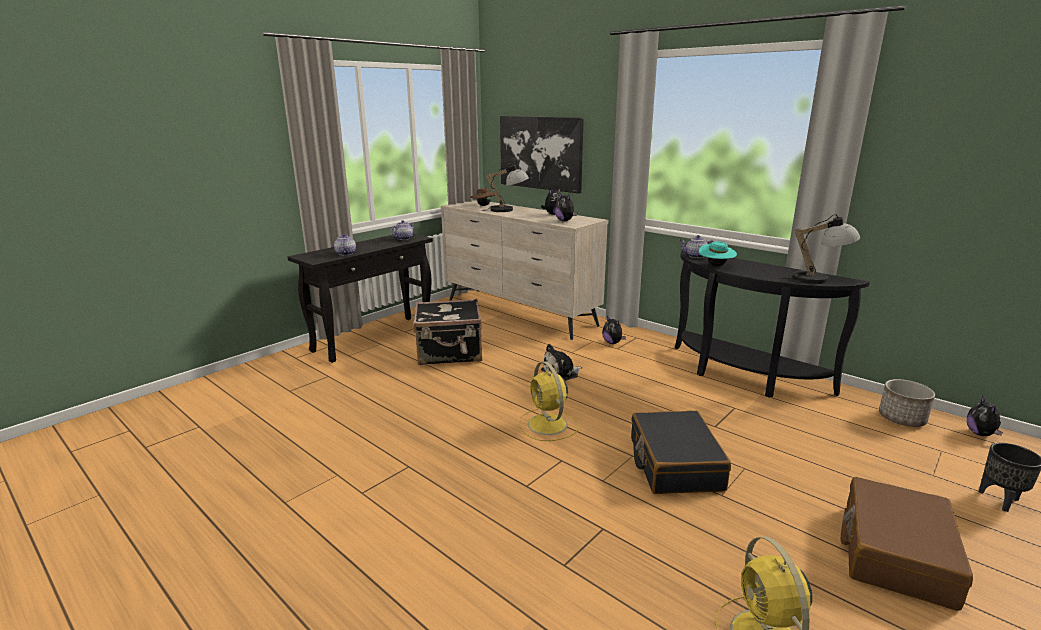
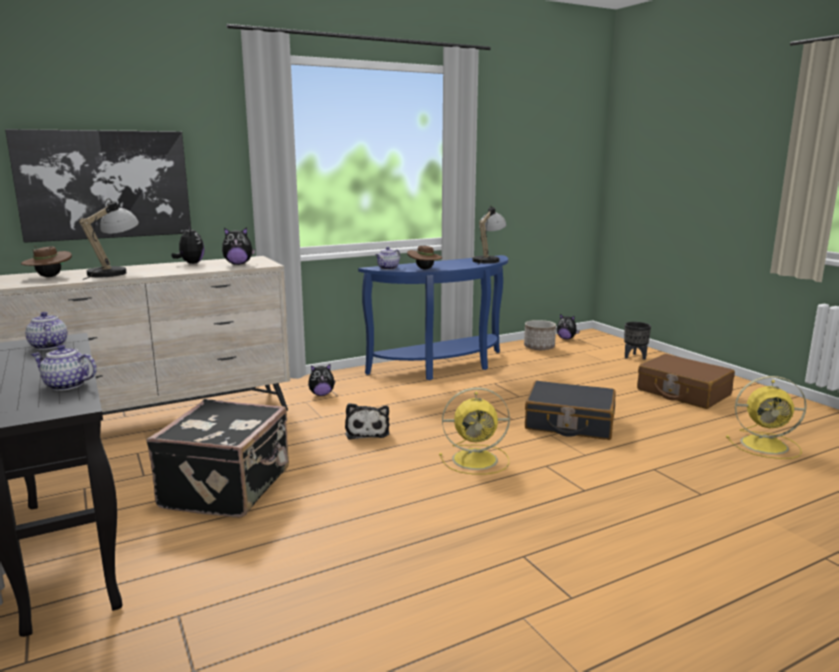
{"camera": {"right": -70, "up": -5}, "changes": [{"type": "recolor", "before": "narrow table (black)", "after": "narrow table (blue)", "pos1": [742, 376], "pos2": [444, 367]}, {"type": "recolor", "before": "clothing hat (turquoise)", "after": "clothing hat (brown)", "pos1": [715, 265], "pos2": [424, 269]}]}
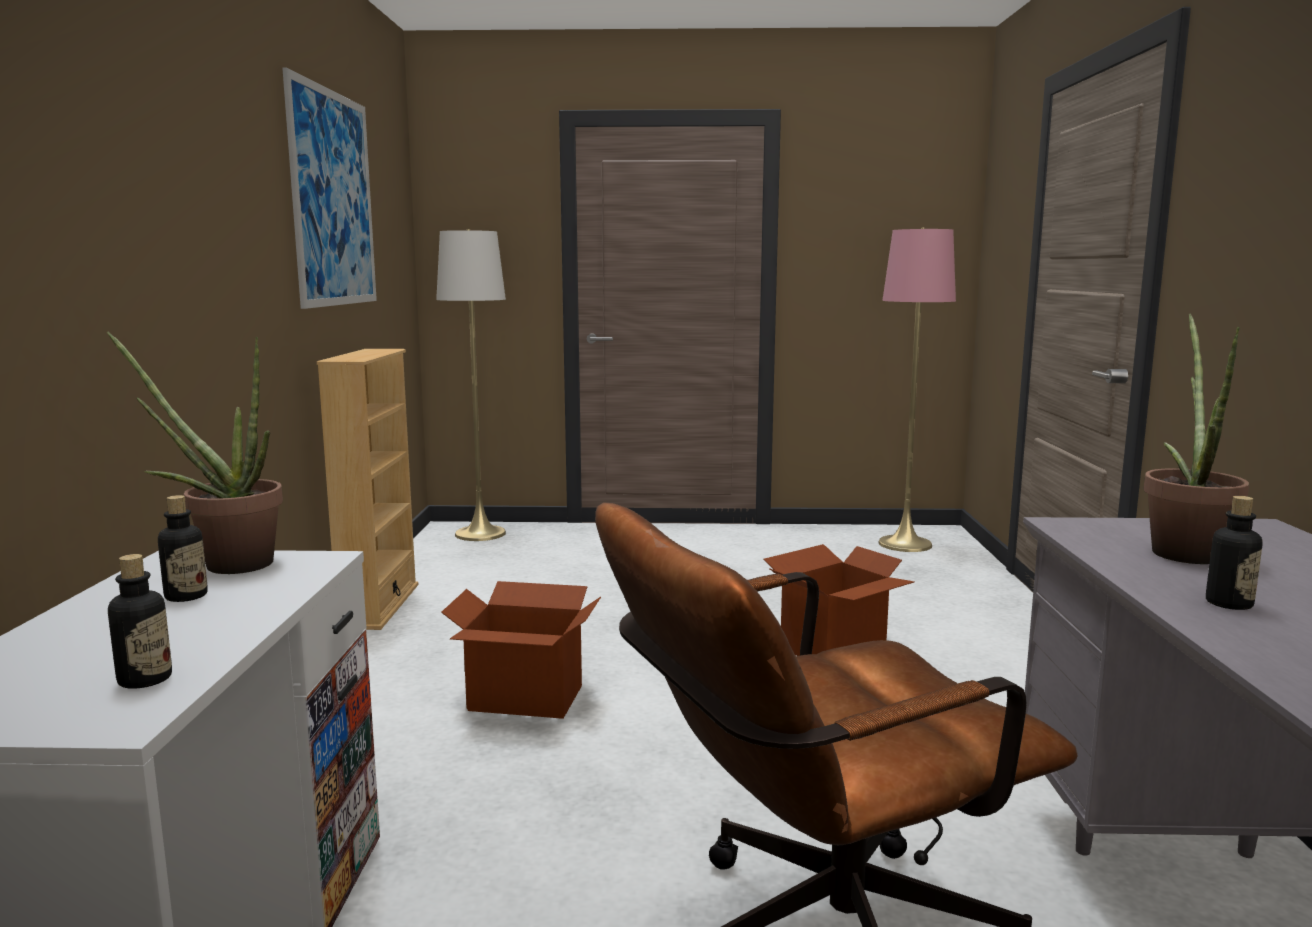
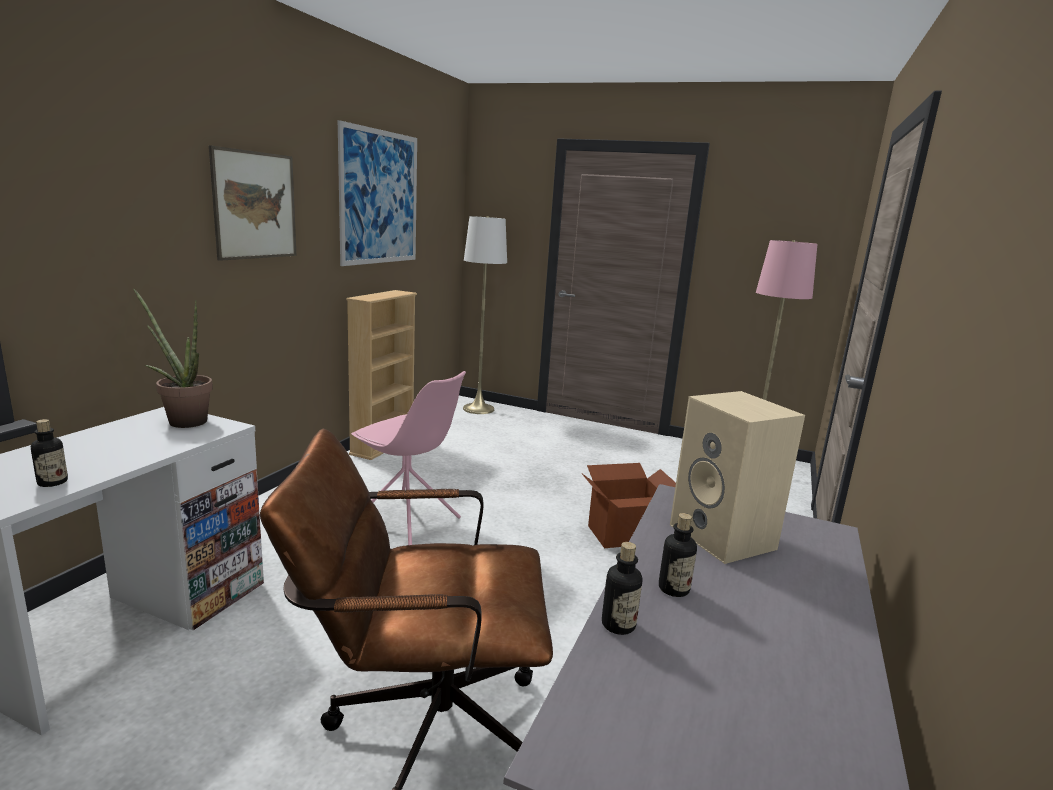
{"camera": {"right": 20, "up": 5}, "changes": [{"type": "insert", "after": "picture", "pos2": [255, 205]}, {"type": "move", "before": "beverage bottle", "pos1": [186, 596], "pos2": [618, 625]}, {"type": "replace", "before": "packing box", "after": "chair (pinkish)", "pos1": [525, 699], "pos2": [407, 522]}, {"type": "replace", "before": "plant in a pot", "after": "audio speaker (sand-coloured)", "pos1": [1183, 550], "pos2": [725, 537]}]}
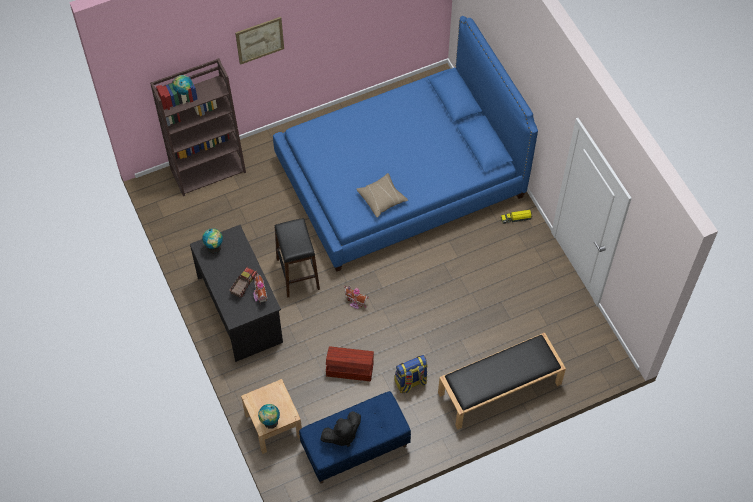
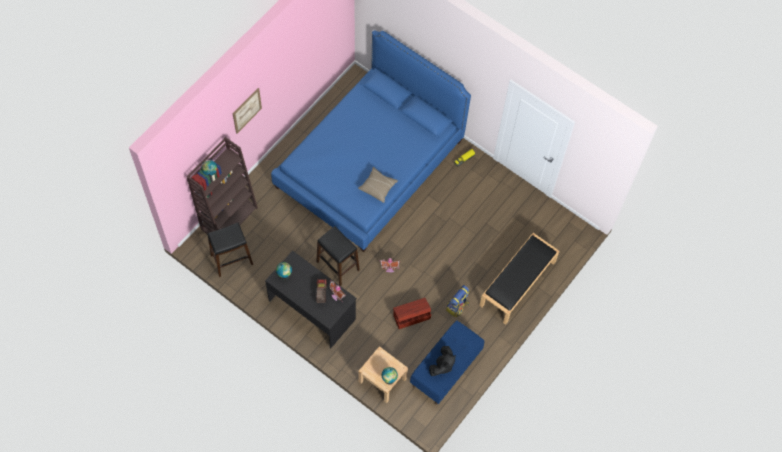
{"camera": {"right": -30, "up": 5}, "changes": [{"type": "insert", "after": "stool seat (black)", "pos2": [232, 259]}]}
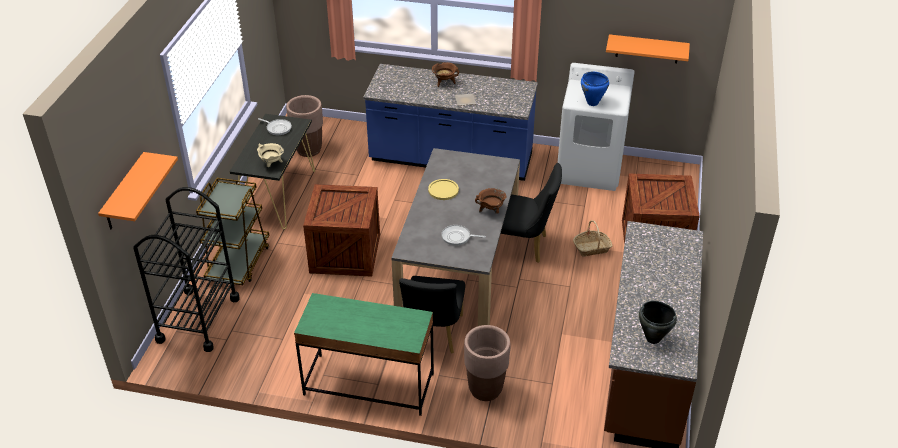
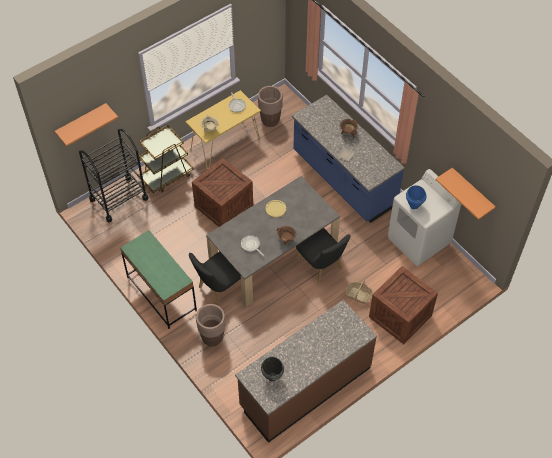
{"camera": {"right": 40, "up": 15}, "changes": [{"type": "recolor", "before": "narrow table (black)", "after": "narrow table (yellowish)", "pos1": [279, 196], "pos2": [225, 144]}]}
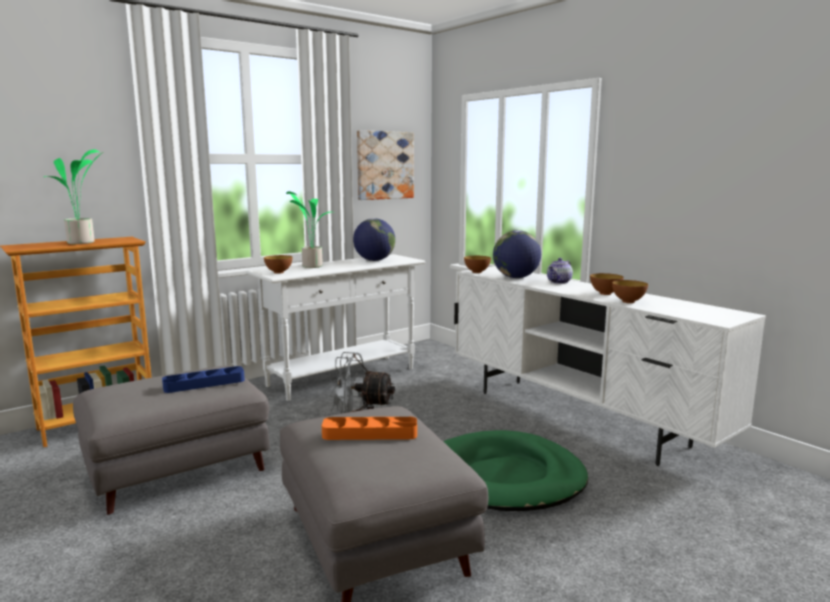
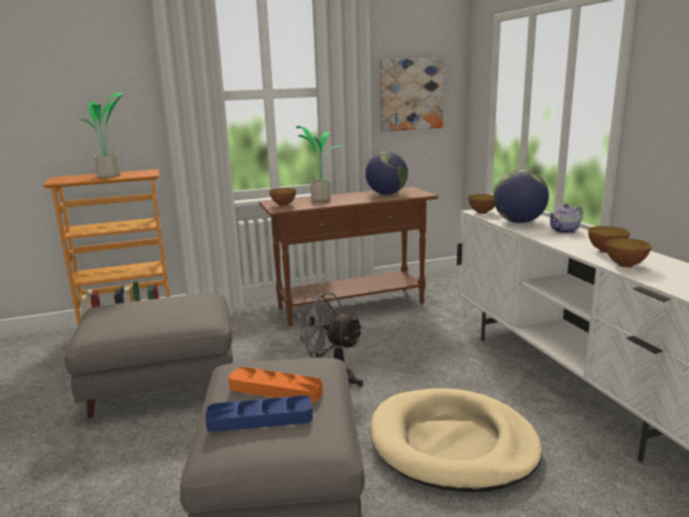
{"camera": {"right": 20, "up": 5}, "changes": [{"type": "move", "before": "serving tray (blue)", "pos1": [204, 383], "pos2": [260, 419]}, {"type": "recolor", "before": "narrow table (white)", "after": "narrow table (brown)", "pos1": [343, 377], "pos2": [352, 306]}, {"type": "recolor", "before": "dog bed (green-coloured)", "after": "dog bed (sand-coloured)", "pos1": [507, 477], "pos2": [452, 444]}]}
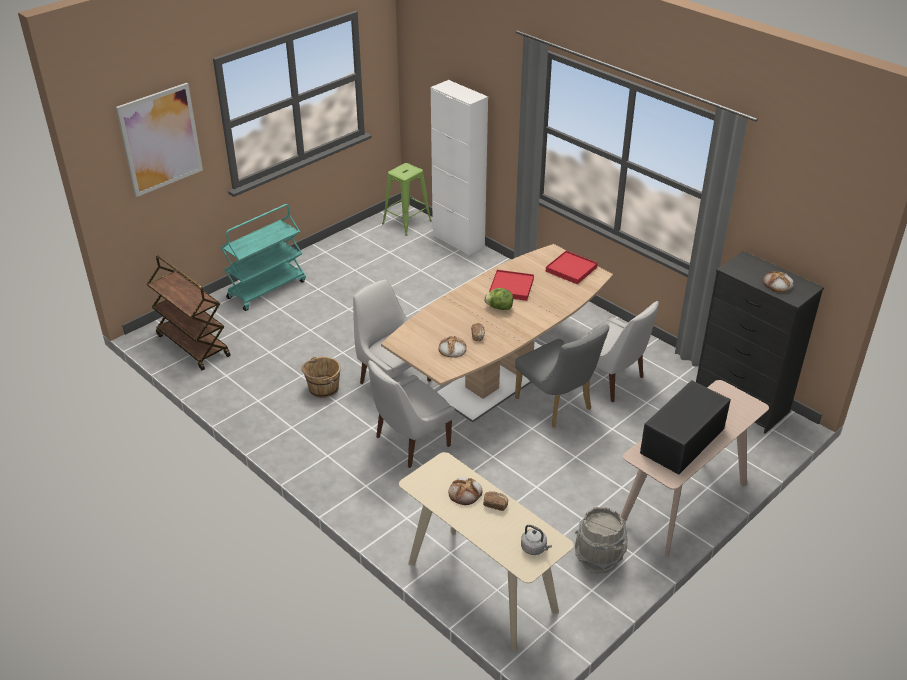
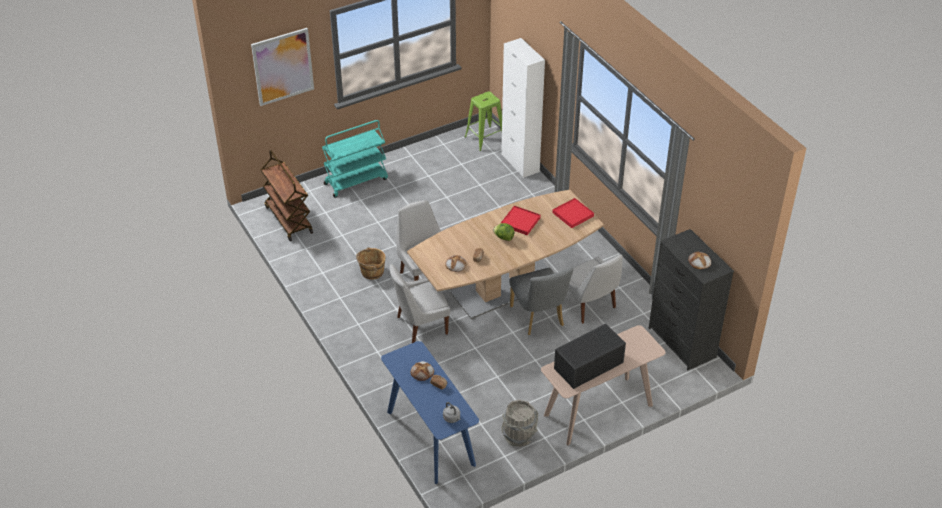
{"camera": {"right": 15, "up": 5}, "changes": [{"type": "recolor", "before": "narrow table (sand-coloured)", "after": "narrow table (blue)", "pos1": [481, 587], "pos2": [430, 438]}]}
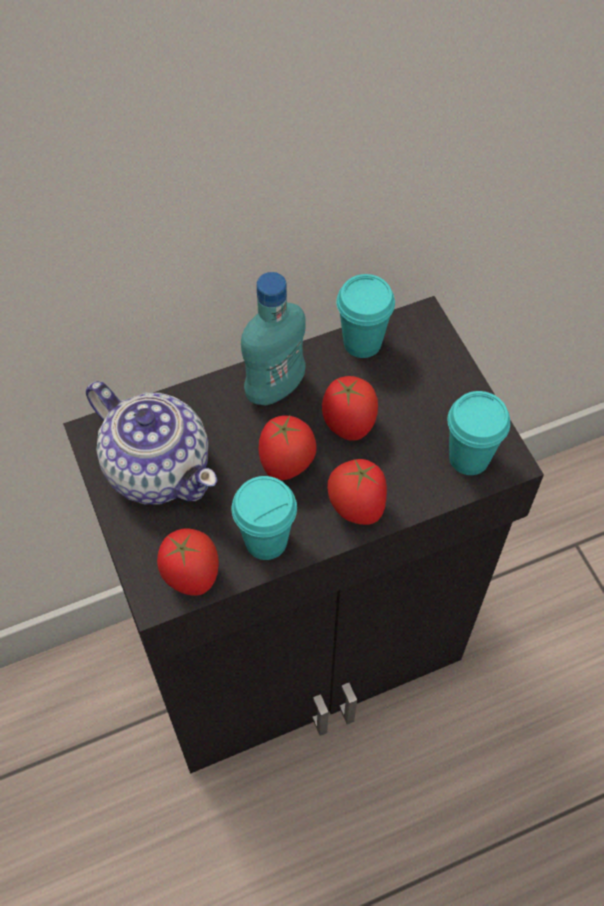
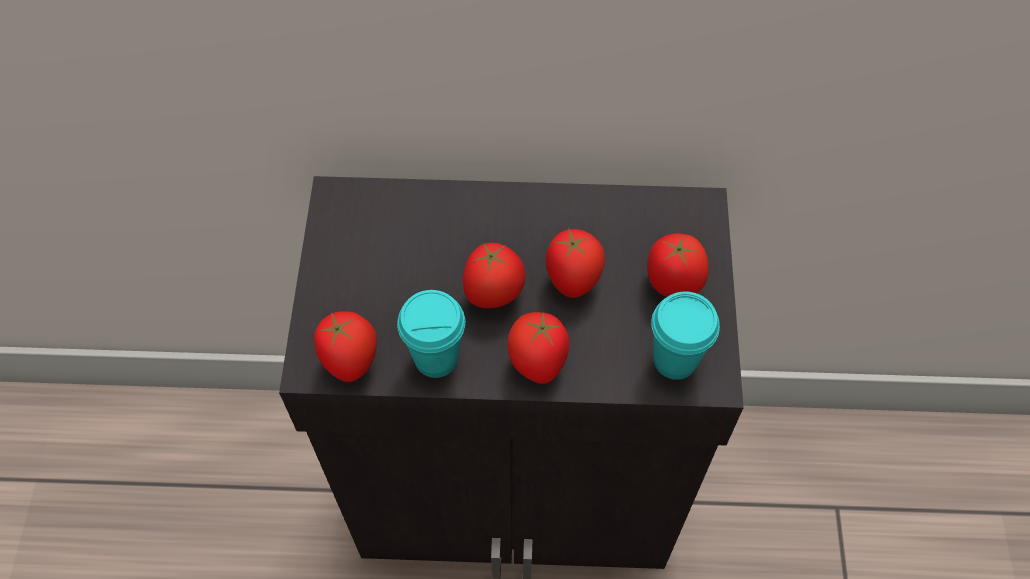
{"camera": {"right": 25, "up": 0}, "changes": [{"type": "delete", "before": "teapot", "pos1": [158, 467]}, {"type": "delete", "before": "beverage bottle (turquoise)", "pos1": [275, 388]}, {"type": "delete", "before": "drinking cup (turquoise)", "pos1": [362, 342]}, {"type": "insert", "after": "tomato", "pos2": [672, 284]}]}
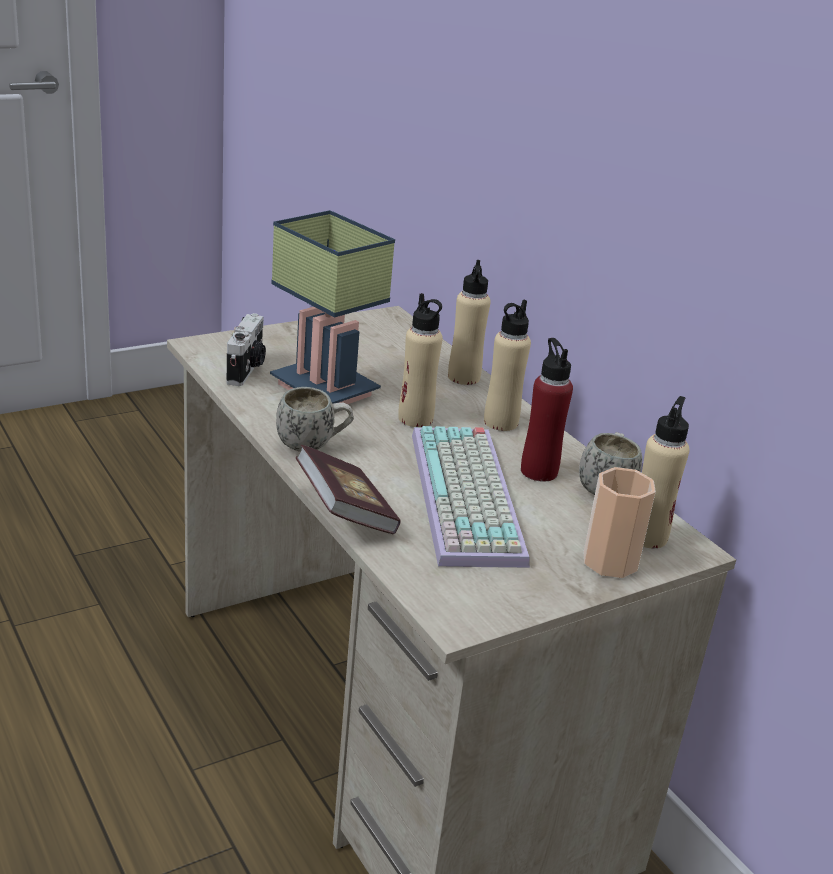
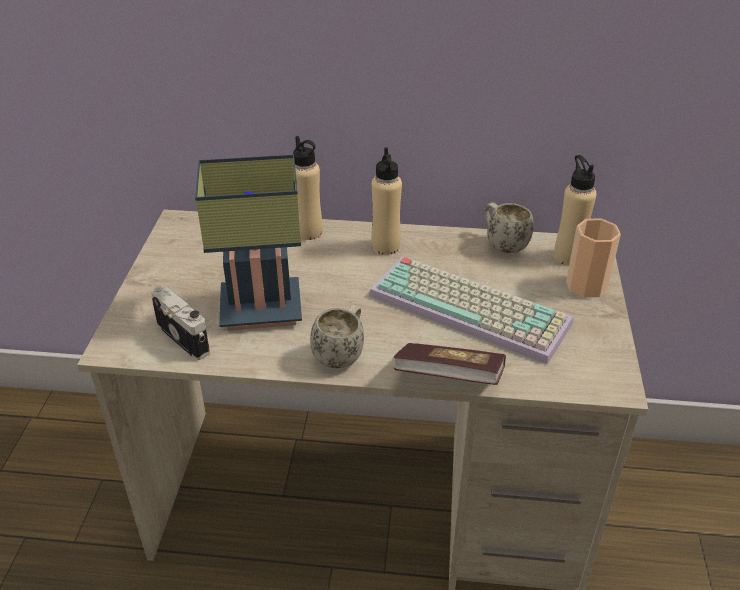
{"camera": {"right": -50, "up": 10}, "changes": [{"type": "delete", "before": "beverage bottle (sand-coloured)", "pos1": [415, 419]}, {"type": "delete", "before": "beverage bottle (red)", "pos1": [539, 471]}]}
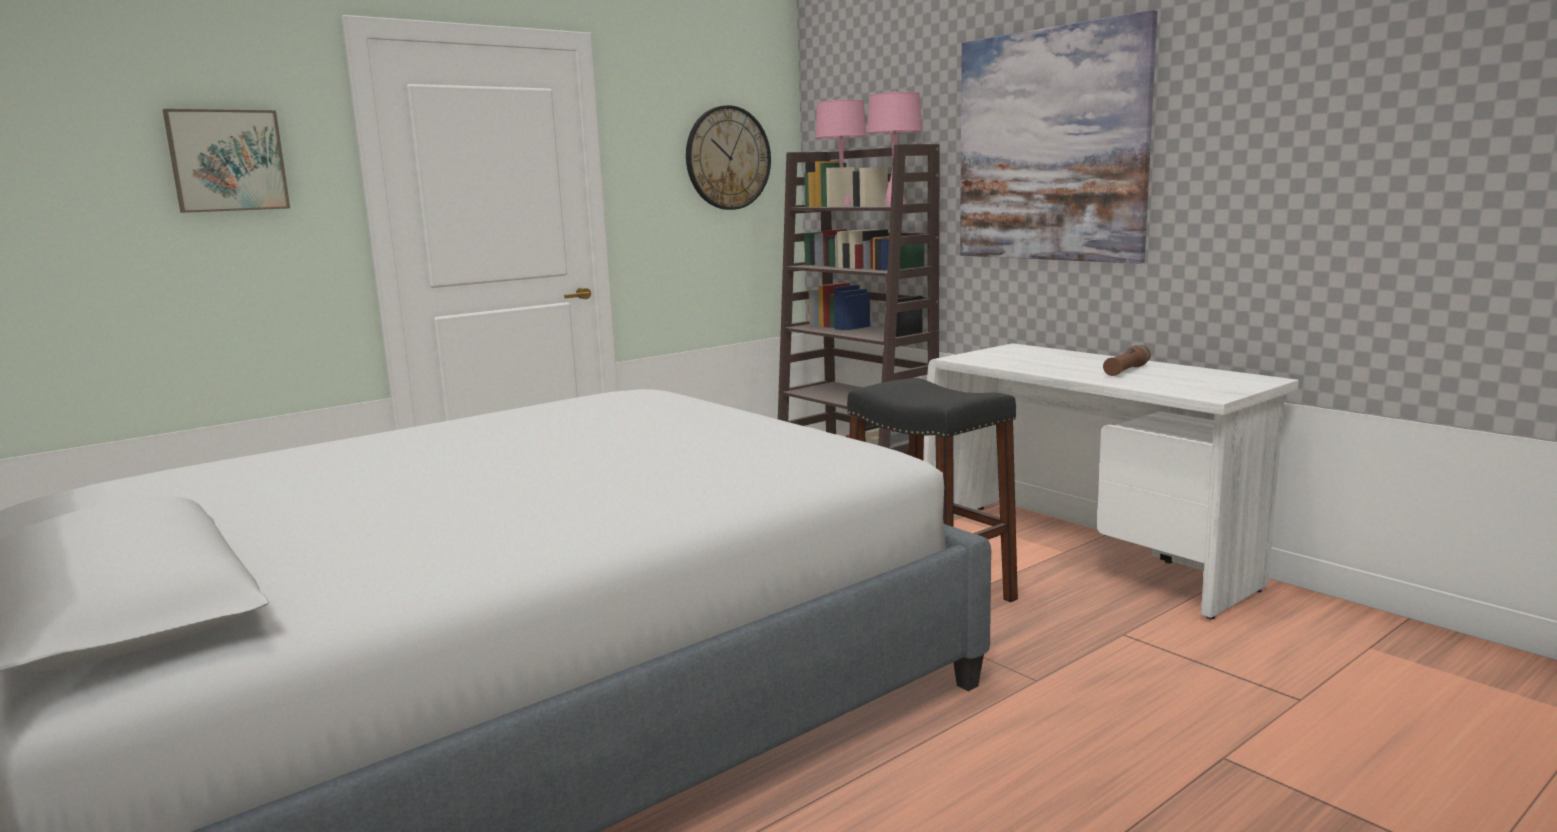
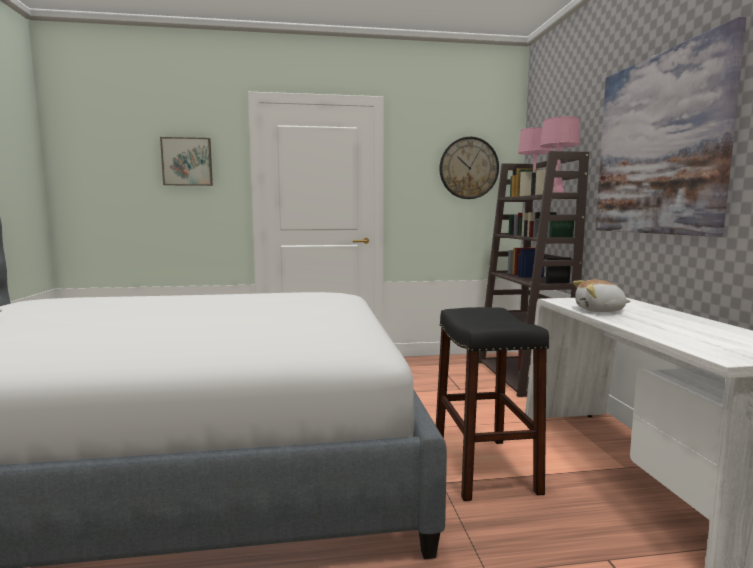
{"camera": {"right": 30, "up": -5}, "changes": [{"type": "delete", "before": "torch (brown)", "pos1": [1126, 371]}, {"type": "insert", "after": "plush toy", "pos2": [600, 310]}]}
